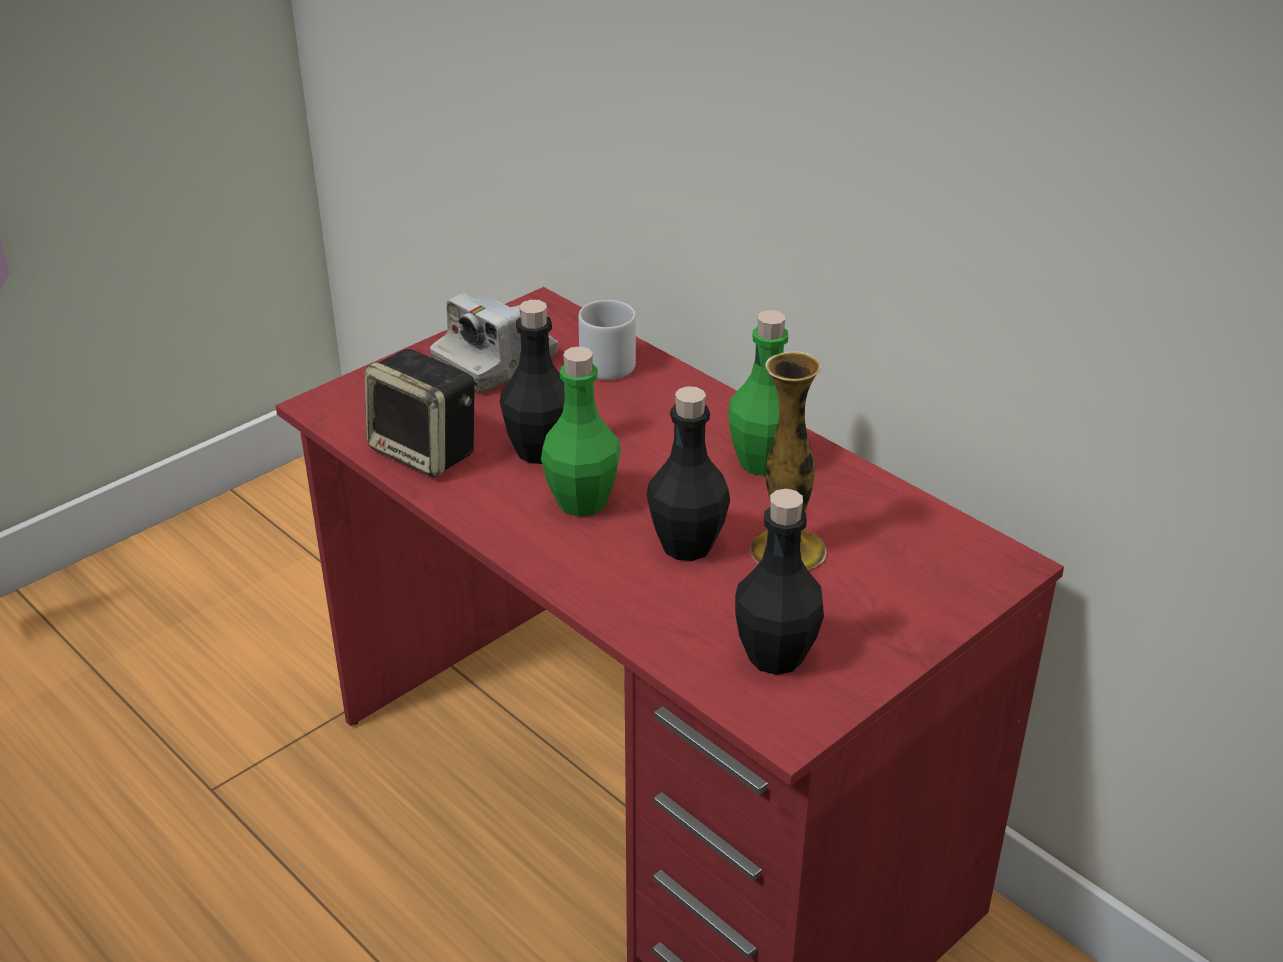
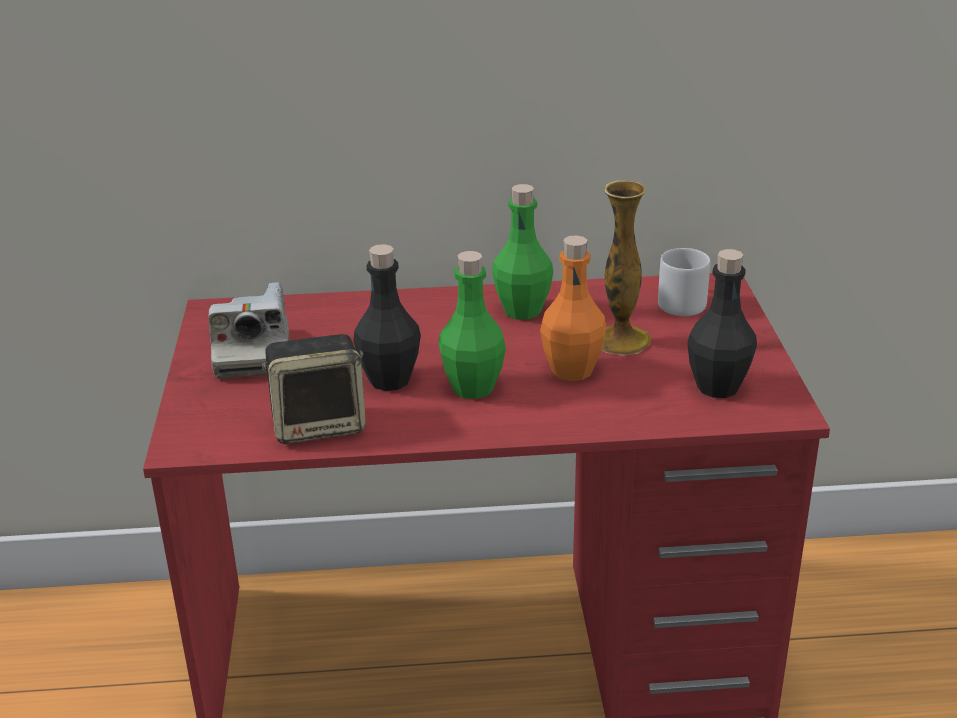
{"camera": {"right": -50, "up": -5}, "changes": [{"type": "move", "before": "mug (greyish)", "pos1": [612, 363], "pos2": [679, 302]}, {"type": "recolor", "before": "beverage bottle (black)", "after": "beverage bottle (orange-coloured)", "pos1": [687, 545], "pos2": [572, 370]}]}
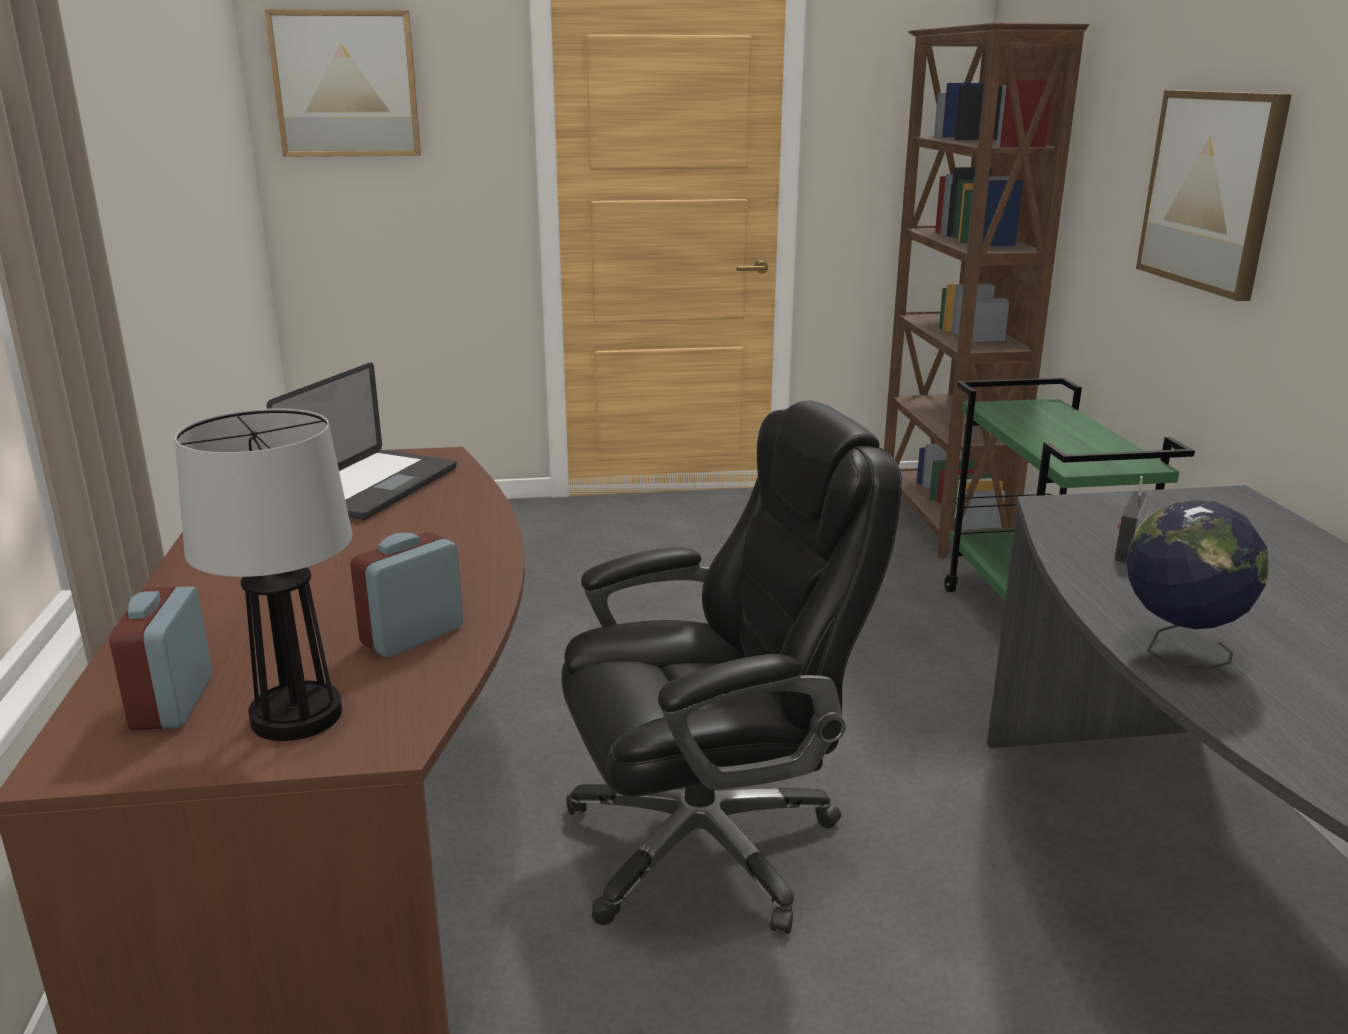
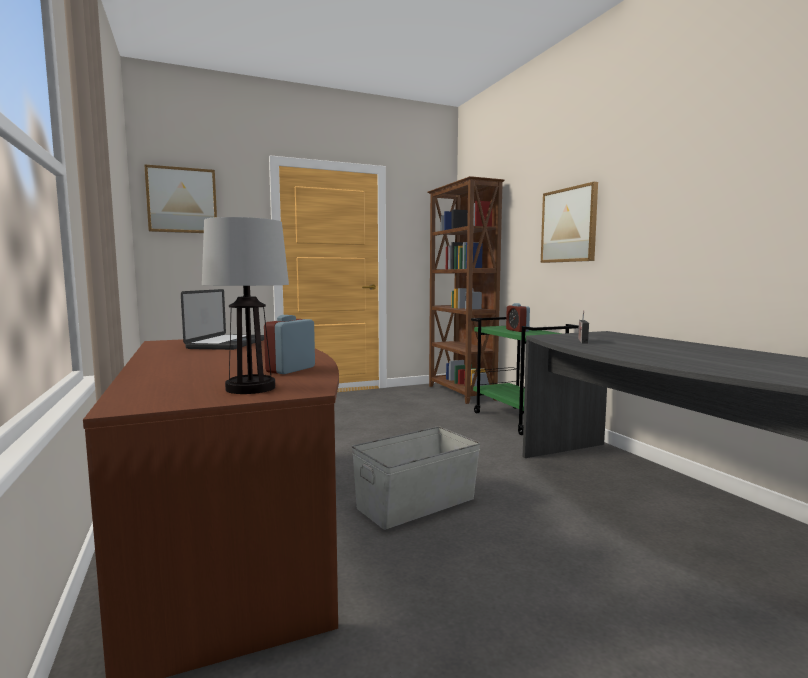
{"camera": {"right": -15, "up": -15}, "changes": [{"type": "delete", "before": "globe", "pos1": [1178, 652]}, {"type": "move", "before": "bedside clock", "pos1": [172, 703], "pos2": [517, 330]}, {"type": "replace", "before": "computer chair (black)", "after": "storage bin (greyish)", "pos1": [708, 842], "pos2": [417, 503]}]}
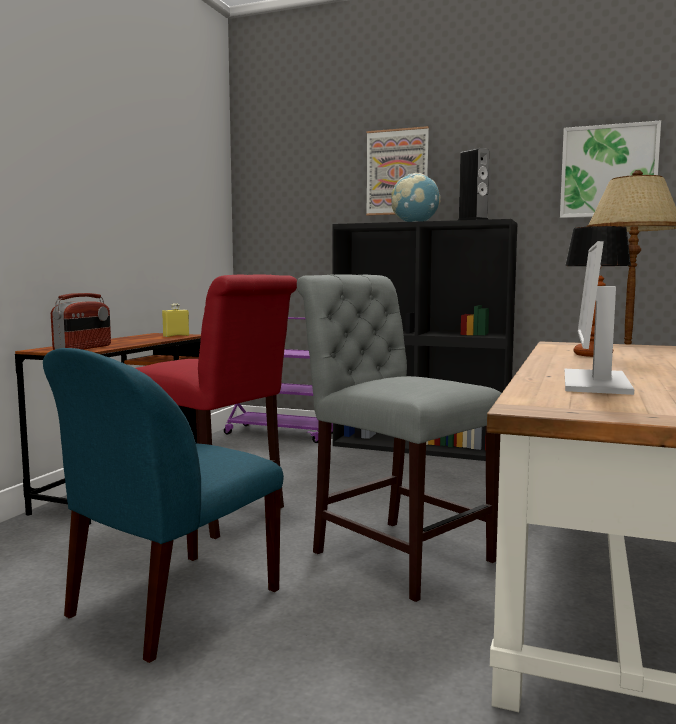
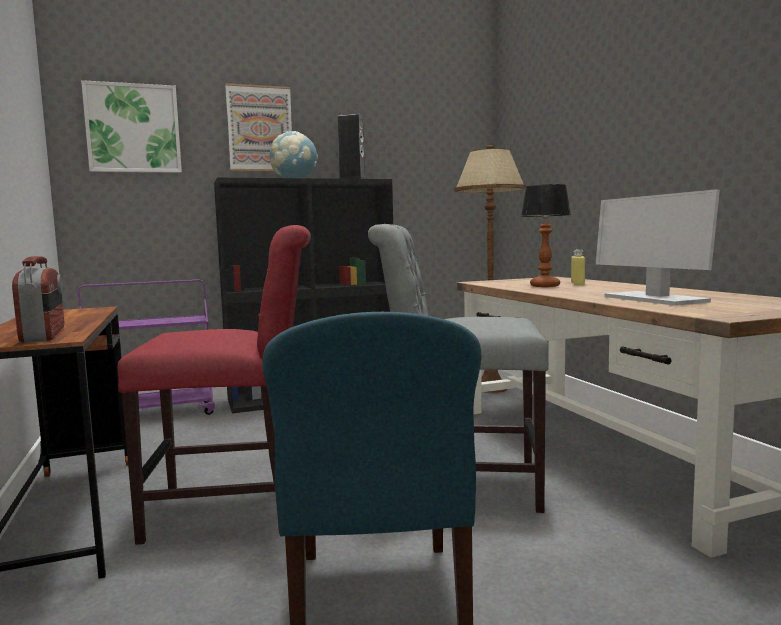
{"camera": {"right": -40, "up": 0}, "changes": [{"type": "move", "before": "beverage bottle (yellowish)", "pos1": [176, 336], "pos2": [577, 284]}, {"type": "move", "before": "picture", "pos1": [608, 171], "pos2": [133, 128]}]}
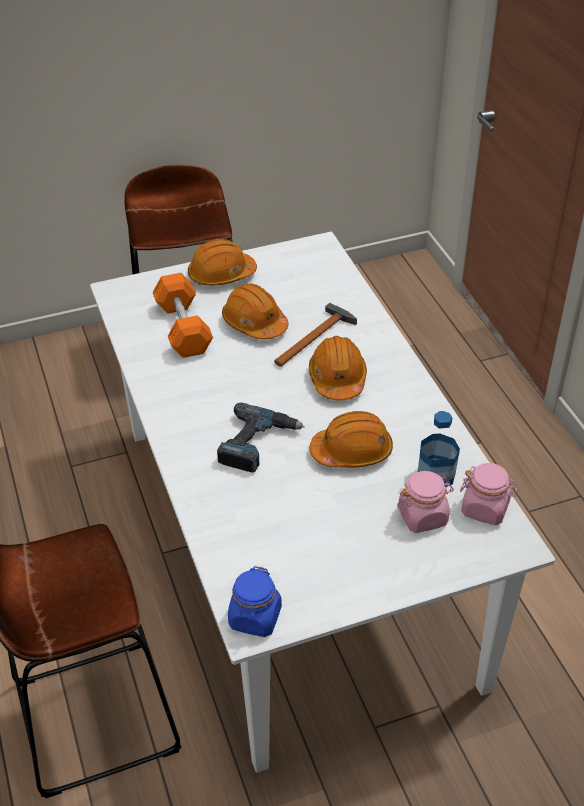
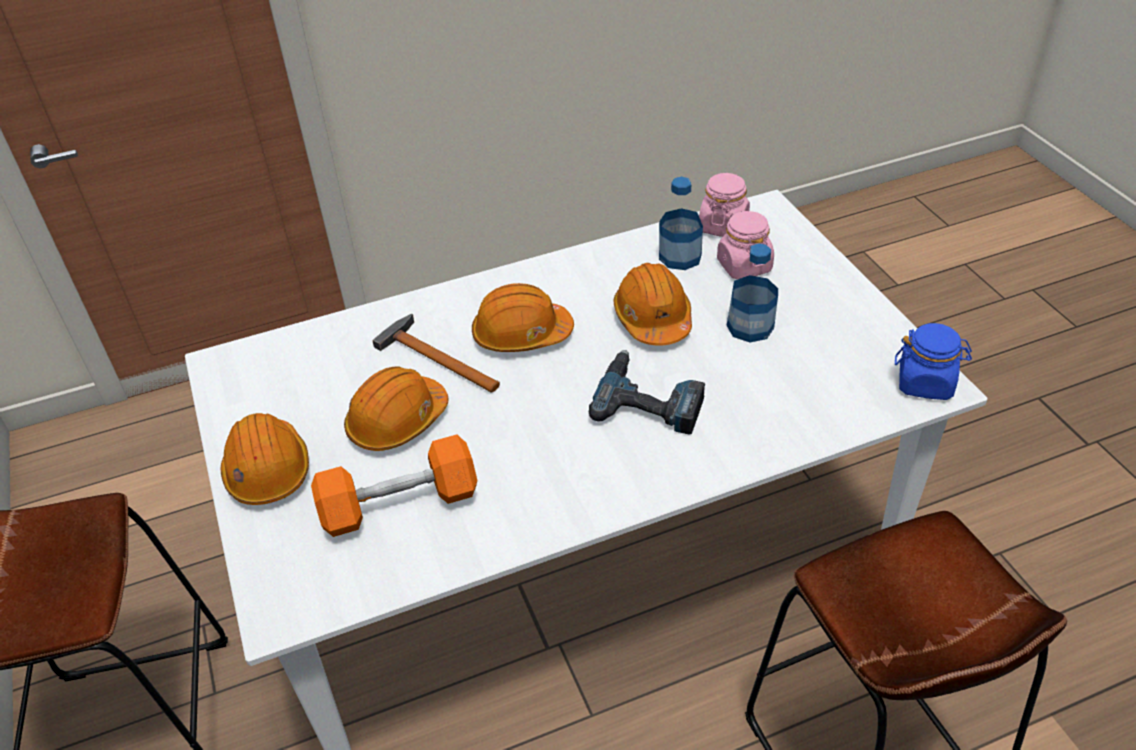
{"camera": {"right": -90, "up": 0}, "changes": [{"type": "insert", "after": "beverage bottle", "pos2": [750, 326]}]}
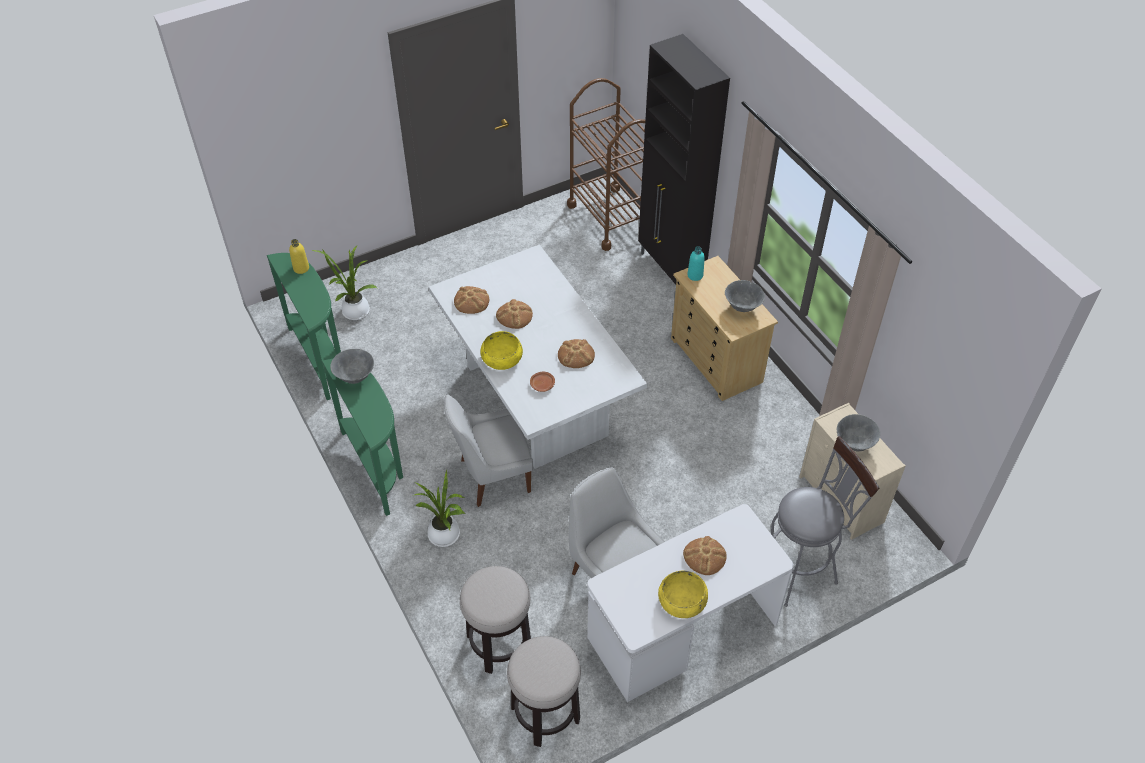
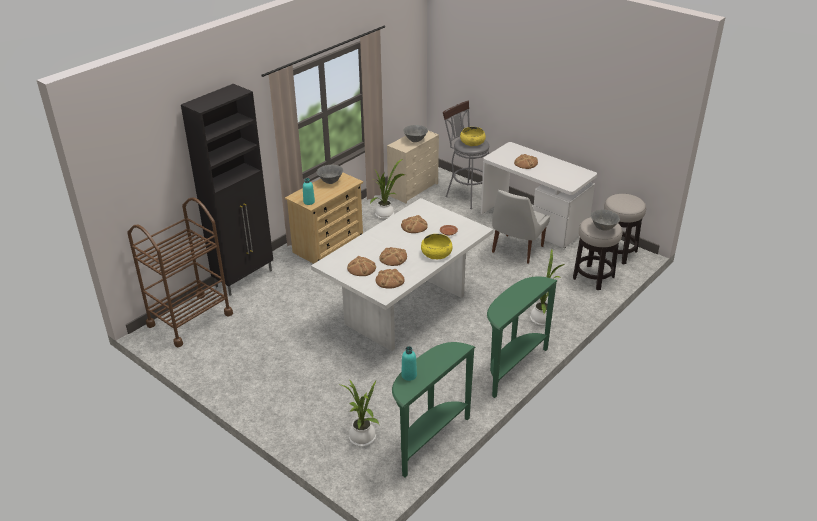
{"camera": {"right": -110, "up": -15}, "changes": [{"type": "delete", "before": "chair (white)", "pos1": [492, 476]}, {"type": "insert", "after": "bakery bread", "pos2": [361, 268]}, {"type": "insert", "after": "plant in a pot", "pos2": [386, 214]}, {"type": "move", "before": "bowl (greyish)", "pos1": [355, 377], "pos2": [603, 228]}, {"type": "move", "before": "bowl (yellowish)", "pos1": [682, 600], "pos2": [472, 142]}, {"type": "recolor", "before": "beverage bottle (yellowish)", "after": "beverage bottle (turquoise)", "pos1": [301, 268], "pos2": [409, 375]}]}
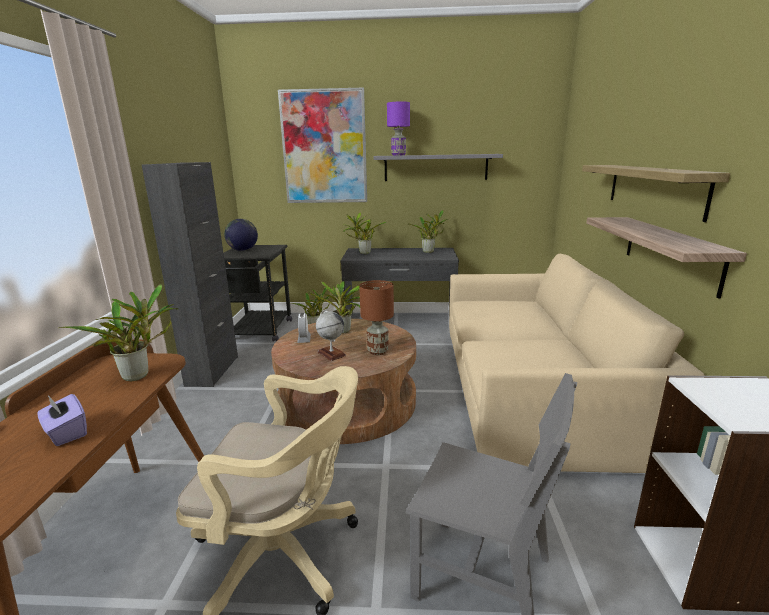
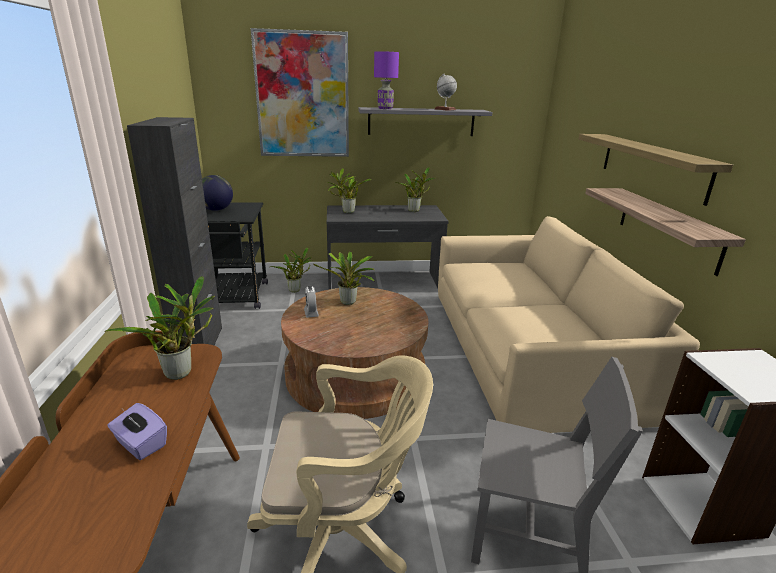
{"camera": {"right": -10, "up": 5}, "changes": [{"type": "delete", "before": "table lamp (brown)", "pos1": [377, 351]}, {"type": "move", "before": "globe", "pos1": [331, 354], "pos2": [445, 109]}]}
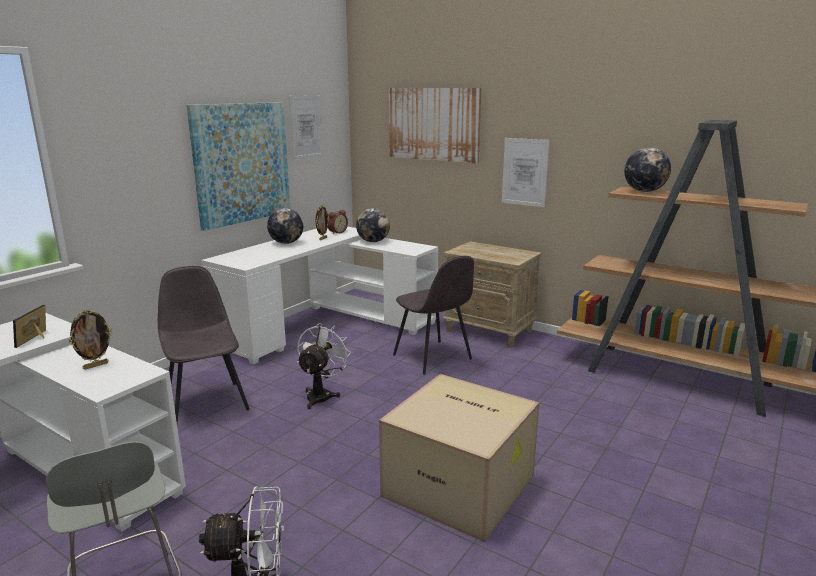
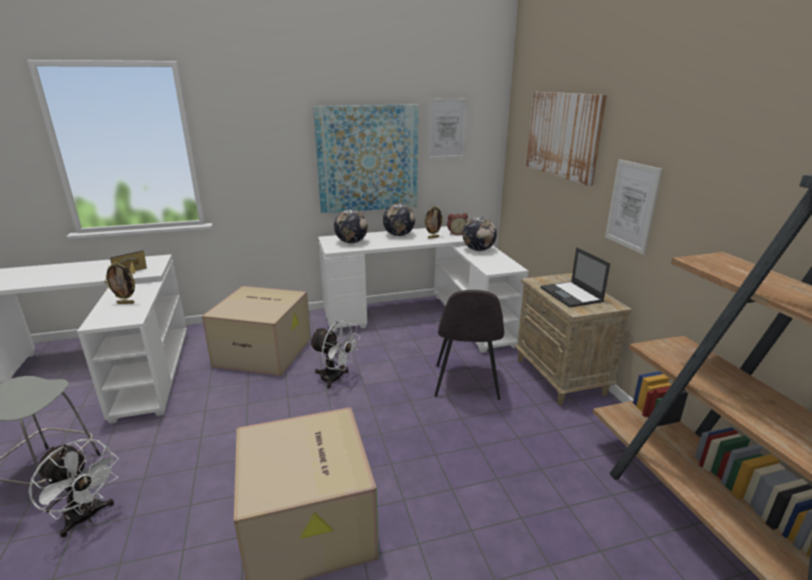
{"camera": {"right": 40, "up": 5}, "changes": [{"type": "insert", "after": "notebook computer", "pos2": [571, 295]}, {"type": "move", "before": "globe", "pos1": [644, 191], "pos2": [351, 242]}, {"type": "replace", "before": "chair (greyish)", "after": "packing box", "pos1": [206, 403], "pos2": [265, 351]}, {"type": "rotate", "before": "cooling fan (white)", "pos1": [321, 395], "pos2": [336, 379], "turn": 60}]}
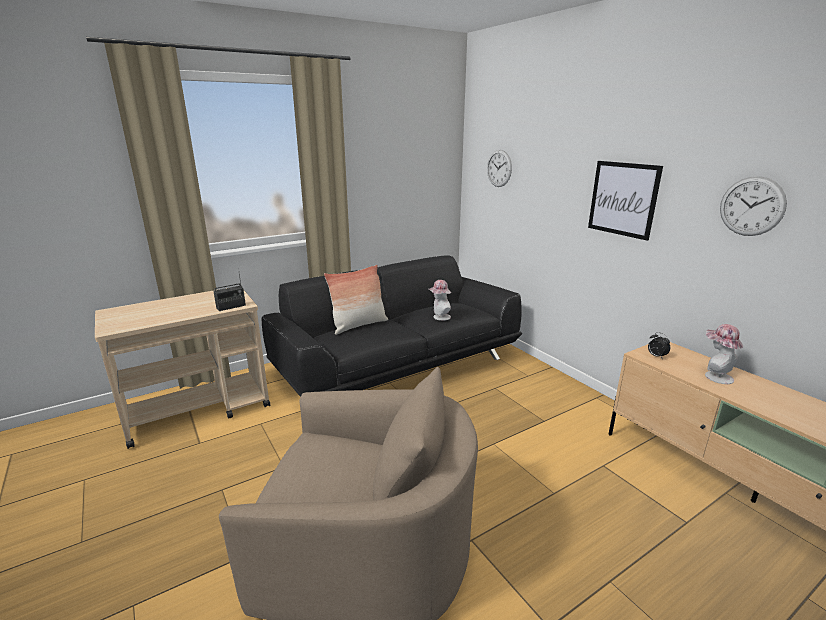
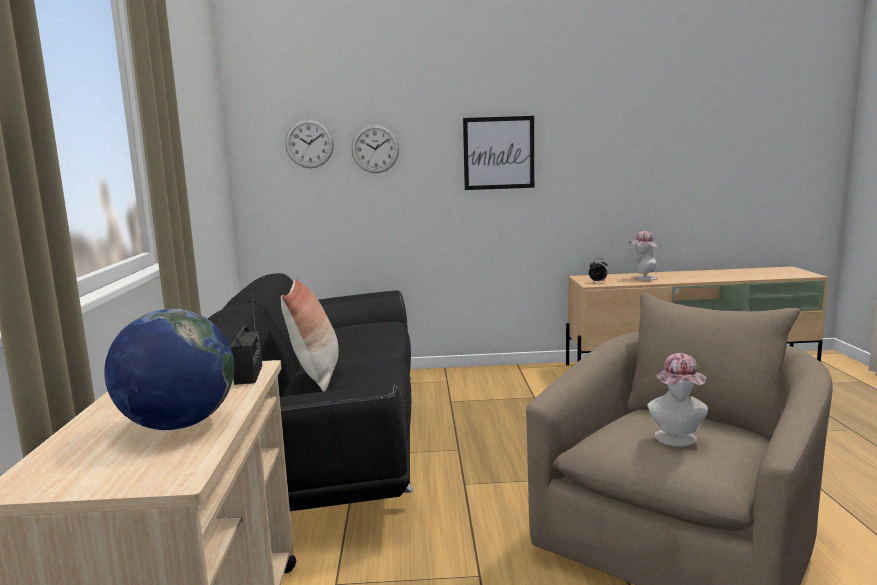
{"camera": {"right": -60, "up": -10}, "changes": [{"type": "insert", "after": "globe", "pos2": [178, 425]}, {"type": "move", "before": "clothing hat", "pos1": [439, 317], "pos2": [677, 440]}, {"type": "move", "before": "hanging clock", "pos1": [751, 206], "pos2": [375, 149]}]}
